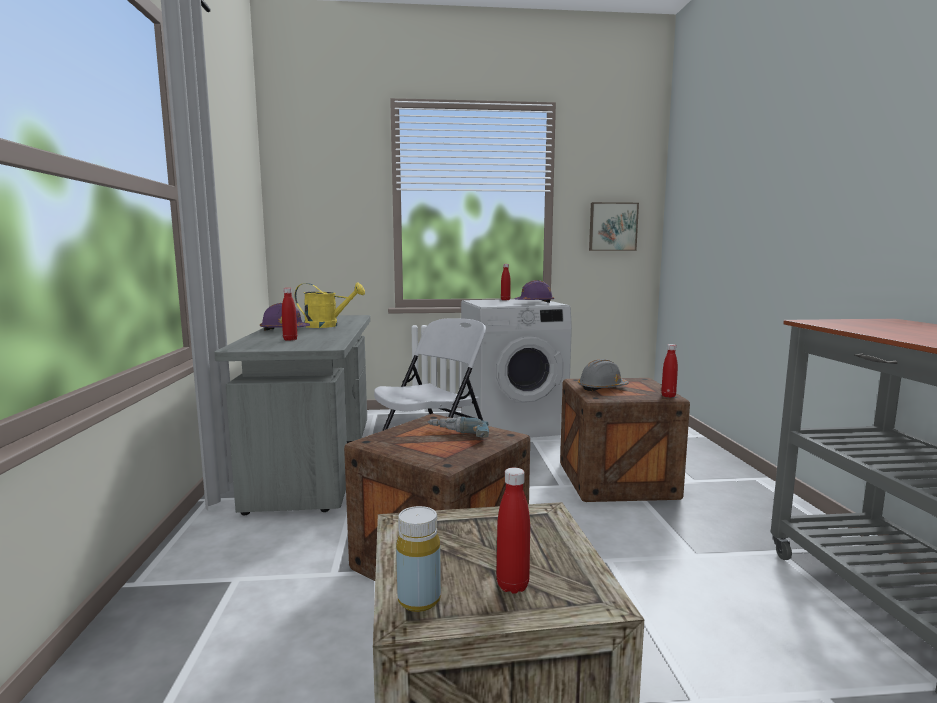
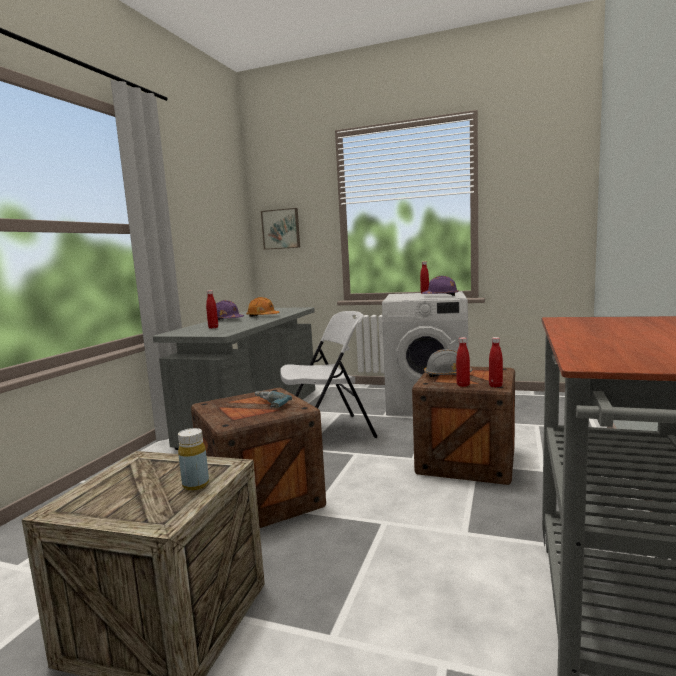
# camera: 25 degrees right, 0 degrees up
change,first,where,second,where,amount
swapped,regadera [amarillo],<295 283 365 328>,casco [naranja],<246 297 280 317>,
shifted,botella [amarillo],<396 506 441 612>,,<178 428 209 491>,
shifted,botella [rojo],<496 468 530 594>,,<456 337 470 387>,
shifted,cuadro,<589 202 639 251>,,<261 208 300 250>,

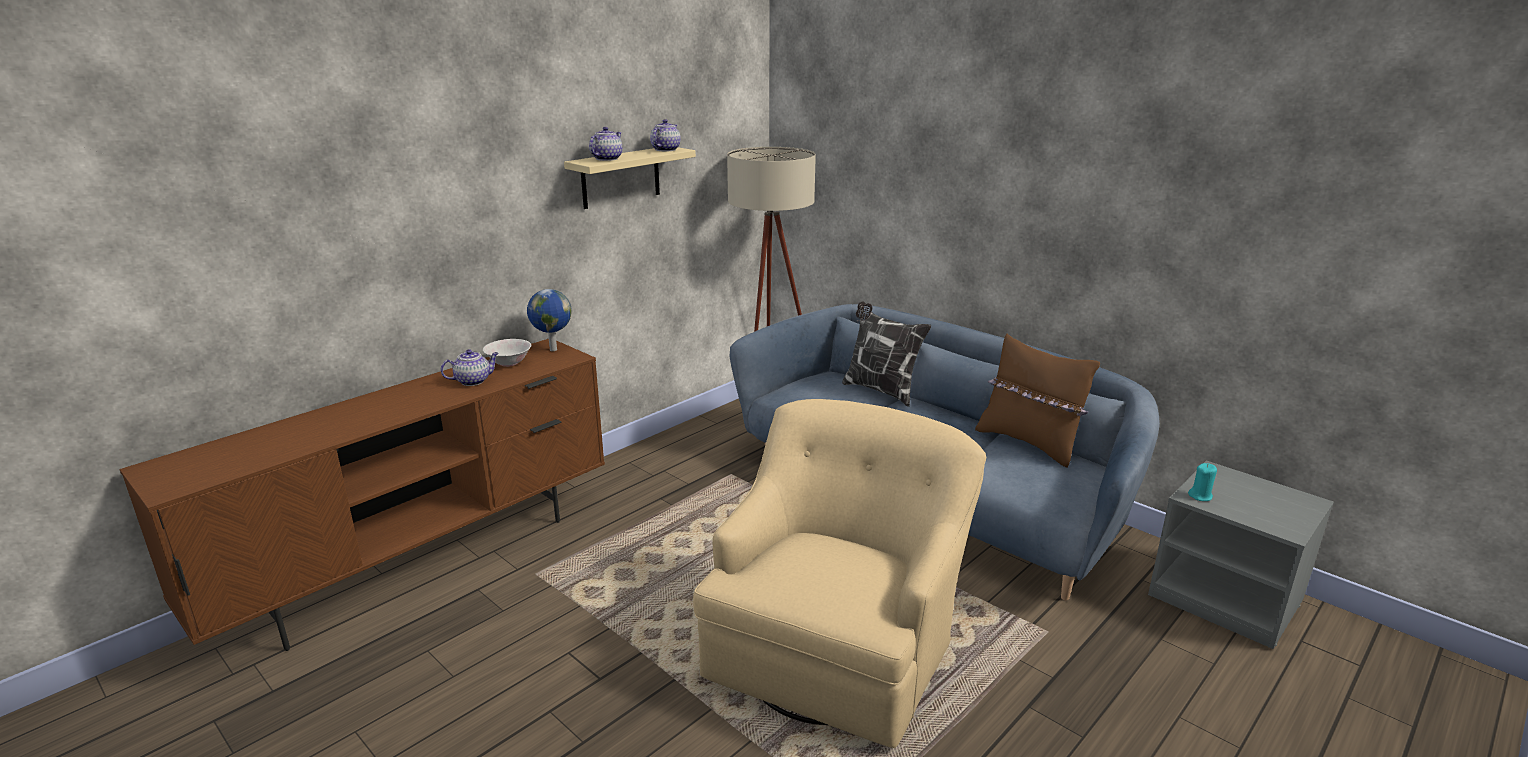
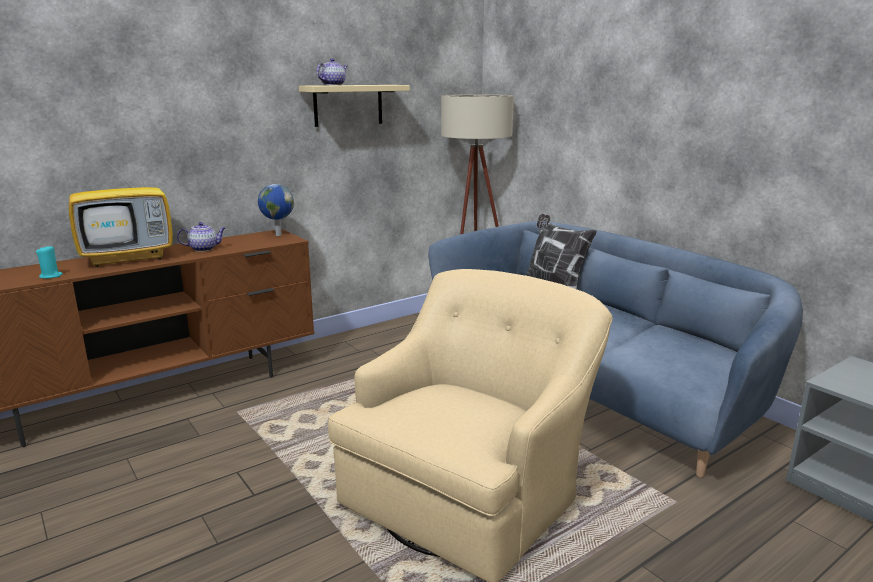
# camera: 10 degrees right, 5 degrees down
change,first,where,second,where,amount
gone,cuenco [blanco],<483 339 531 367>,,,
gone,tetera,<650 119 681 151>,,,
gone,cojín [marrón],<975 334 1100 468>,,,
shifted,vela [turquesa],<1188 463 1217 501>,,<36 245 63 279>,
new,,,televisor,<69 143 173 267>,

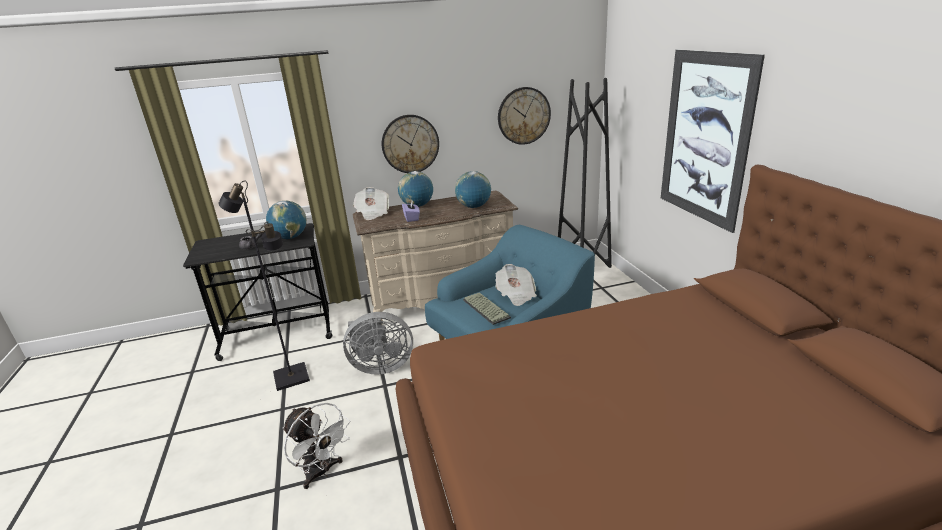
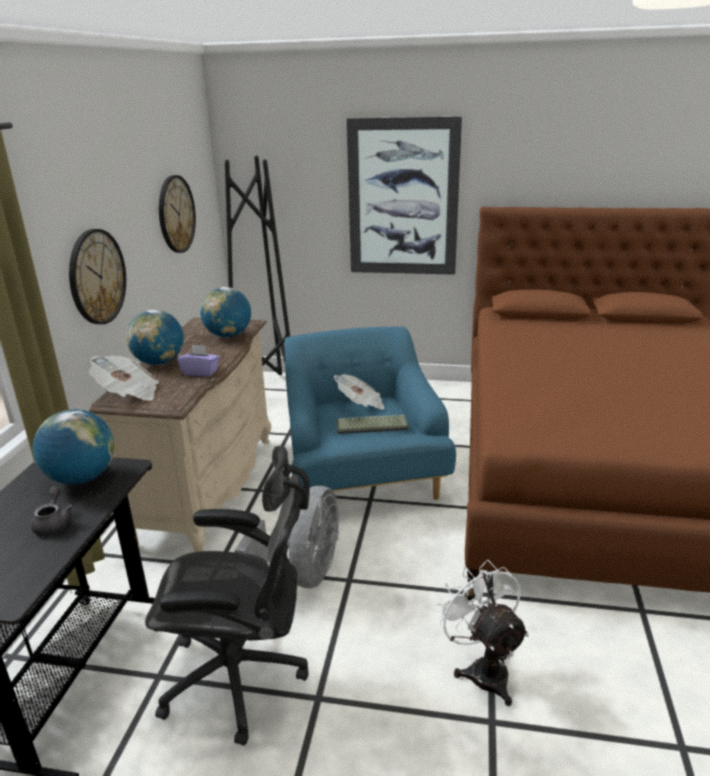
# camera: 65 degrees left, 0 degrees up
change,first,where,second,where,amount
swapped,lámpara de pie [negro],<218 181 310 391>,silla de oficina,<145 446 310 746>,
rotated,ventilador [blanco],<283 403 350 489>,,<434 560 529 706>,90 degrees counterclockwise

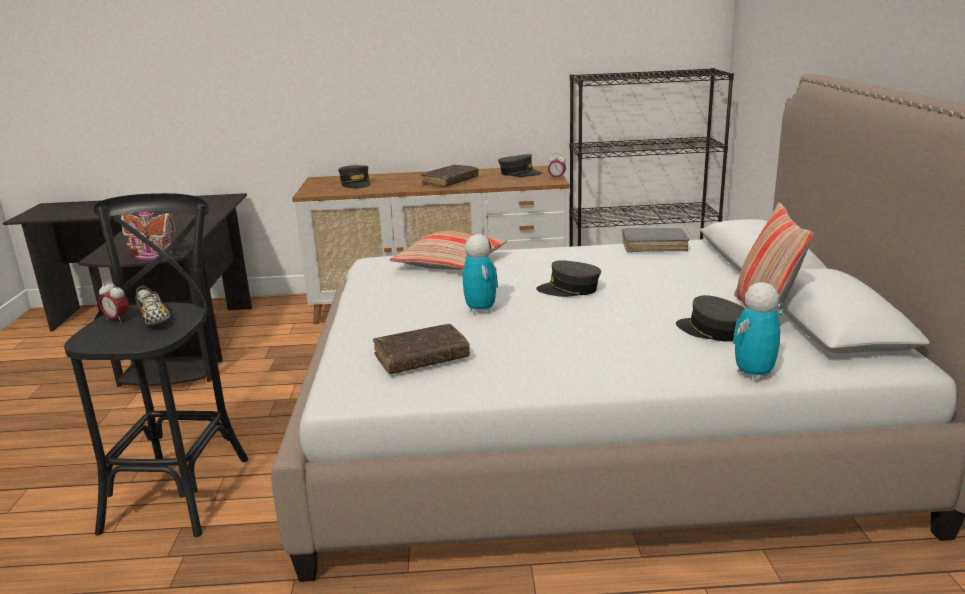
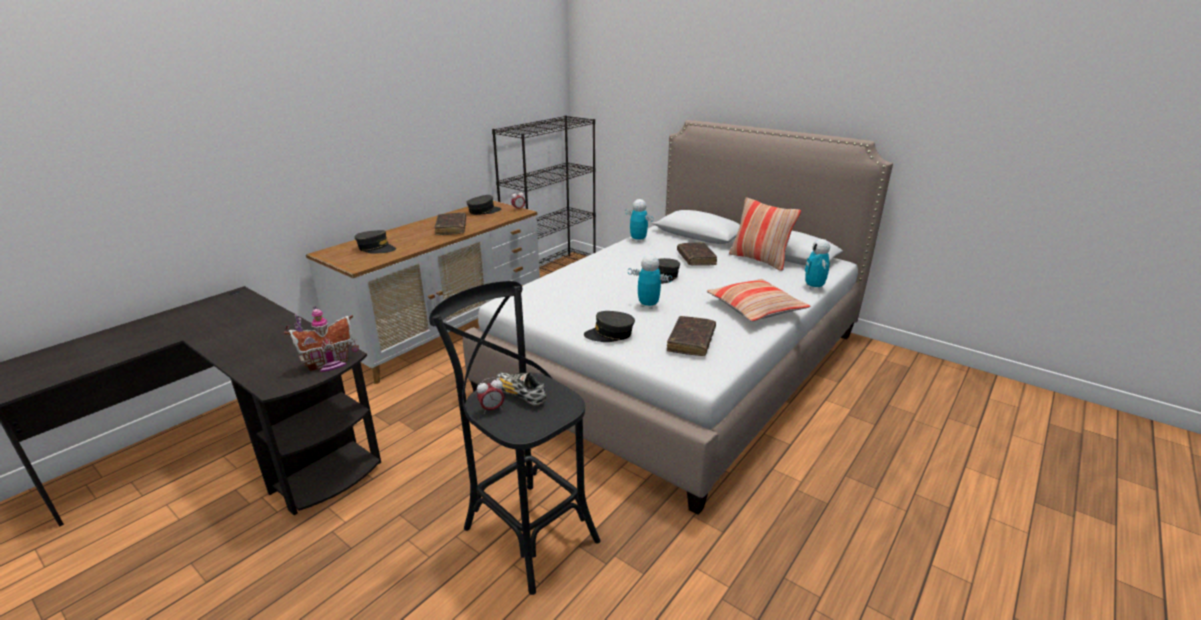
# camera: 50 degrees left, 5 degrees up
change,first,where,second,where,amount
rotated,zapato,<135 286 170 325>,,<496 373 546 406>,150 degrees counterclockwise
shifted,cojín,<390 231 507 270>,,<707 279 810 322>,
swapped,libro [gris],<622 228 689 252>,robot de juguete,<625 199 654 242>,
shifted,gorra [gris],<676 295 745 342>,,<584 311 635 342>,
new,,,libro [marrón],<677 242 717 266>,

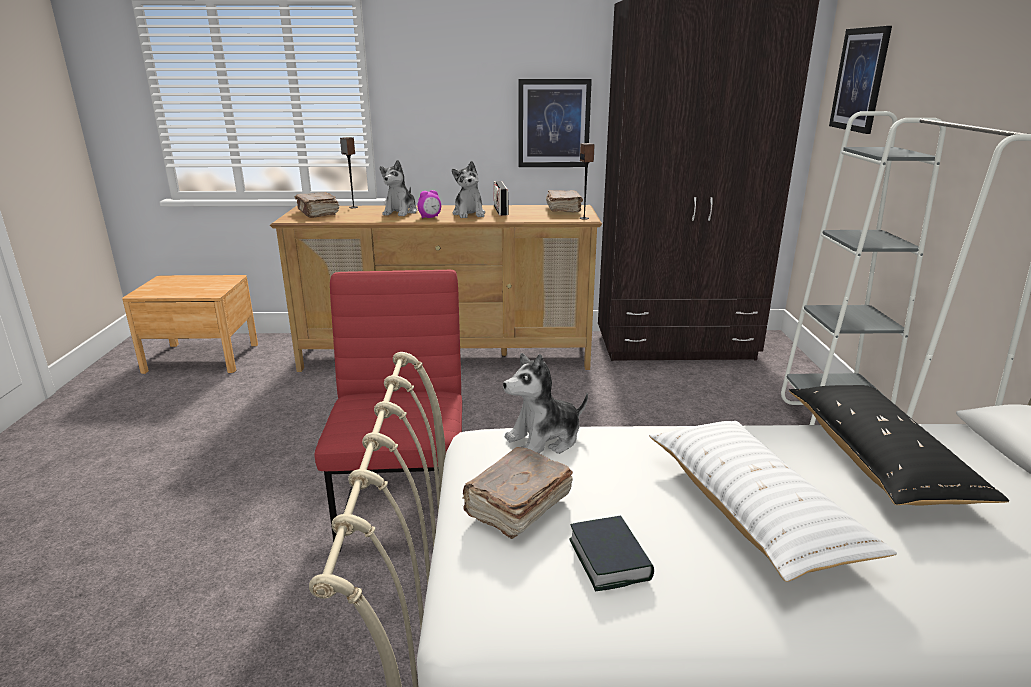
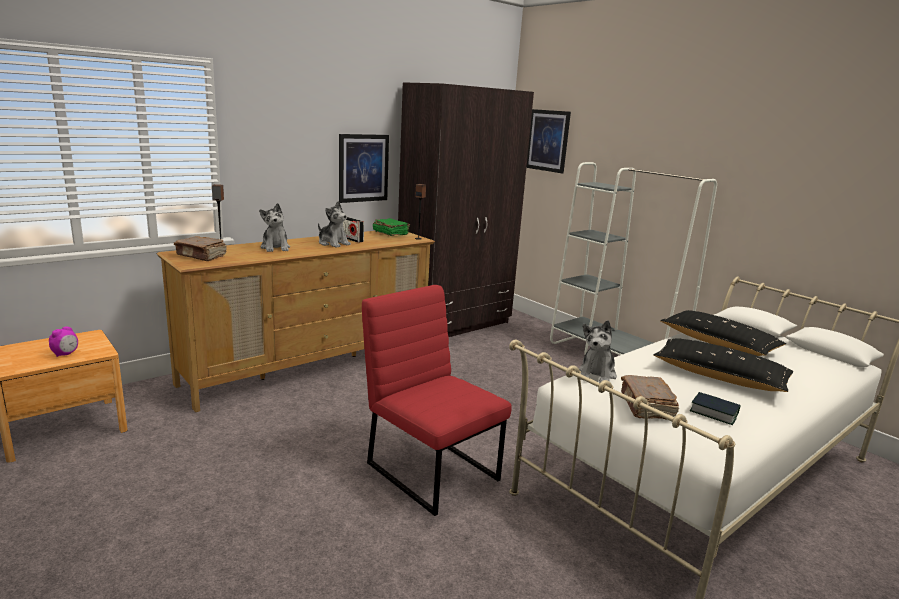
# camera: 40 degrees left, 5 degrees down
change,first,where,second,where,amount
shifted,despertador,<417 190 441 218>,,<49 327 78 357>,
repainted,libro [marrón],<546 190 583 213>,libro [verde],<373 218 410 236>,
repainted,cojín [blanco],<649 421 897 582>,cojín [negro],<654 338 793 392>,

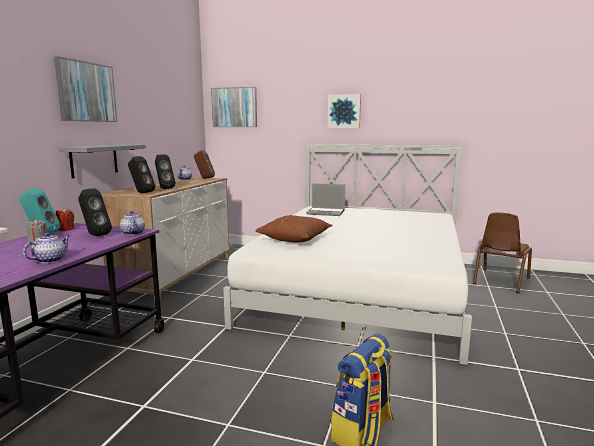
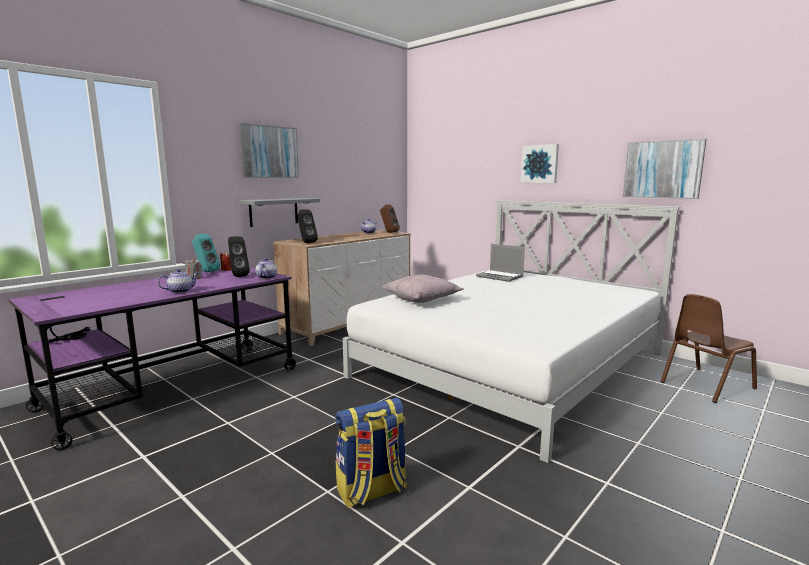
# camera: 25 degrees right, 0 degrees up
change,first,where,second,where,amount
gone,altavoz [negro],<155 155 175 189>,,,
shifted,cuadro,<211 87 257 127>,,<623 139 707 199>,
repainted,cojín [marrón],<256 215 333 242>,cojín [morado],<382 274 464 303>,

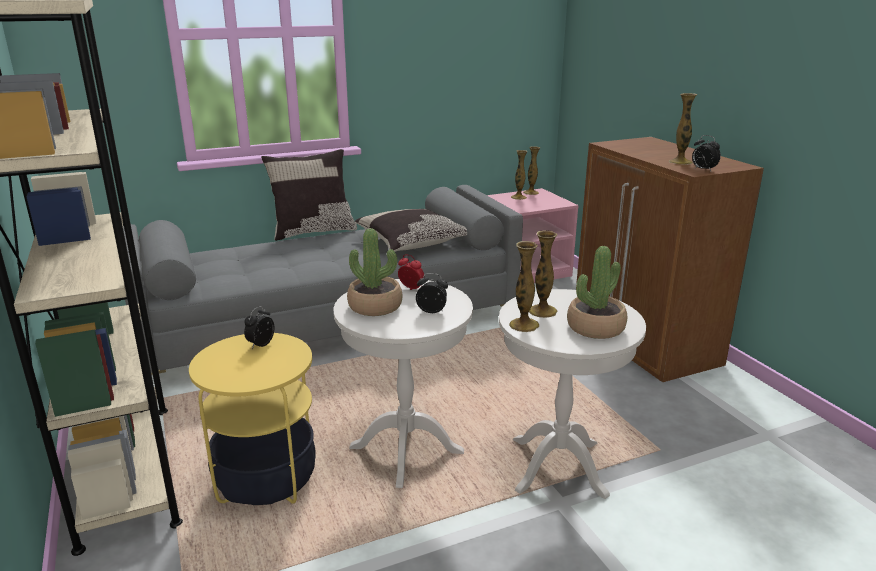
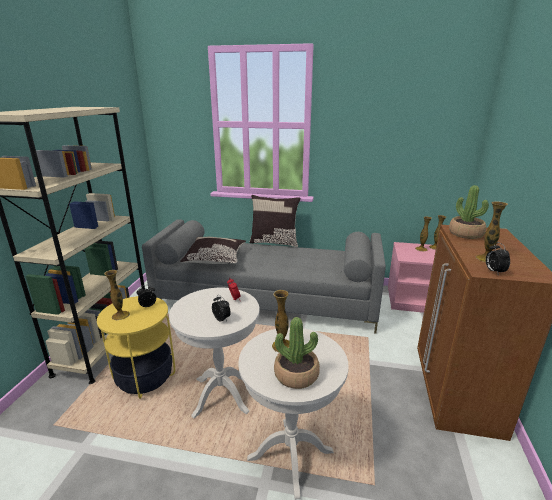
# camera: 35 degrees right, 0 degrees up
change,first,where,second,where,amount
shifted,planta en maceta,<347 228 402 316>,,<449 185 489 239>,
shifted,cojín,<354 209 468 252>,,<180 237 246 264>,
shifted,florero,<509 241 539 332>,,<104 270 130 320>,

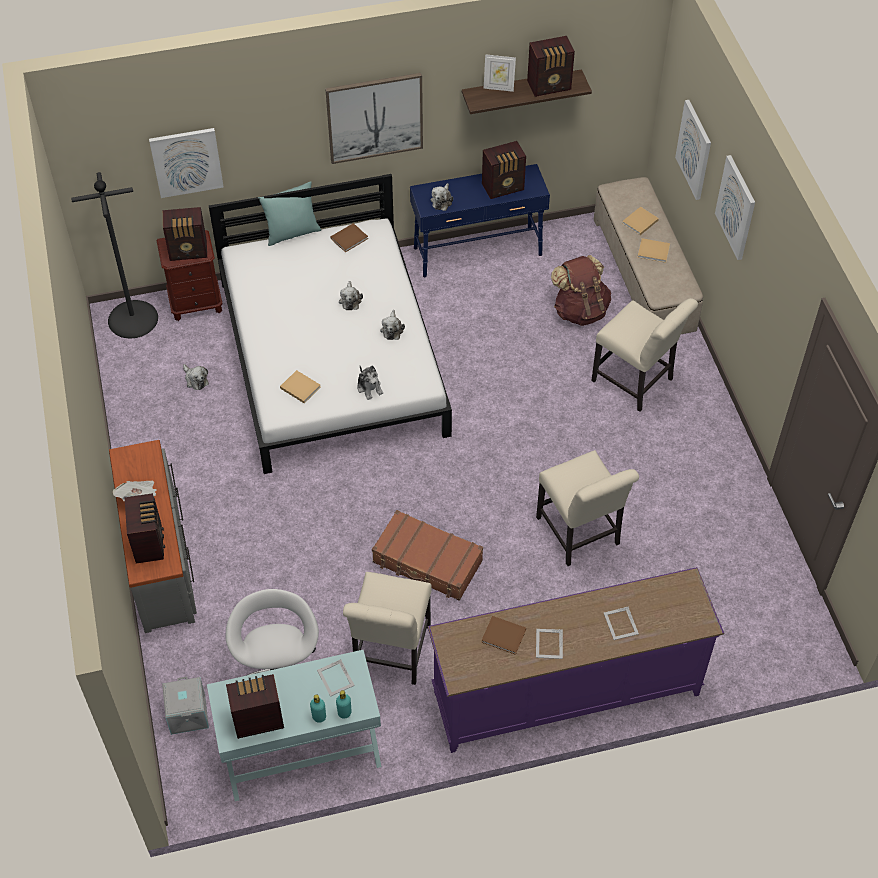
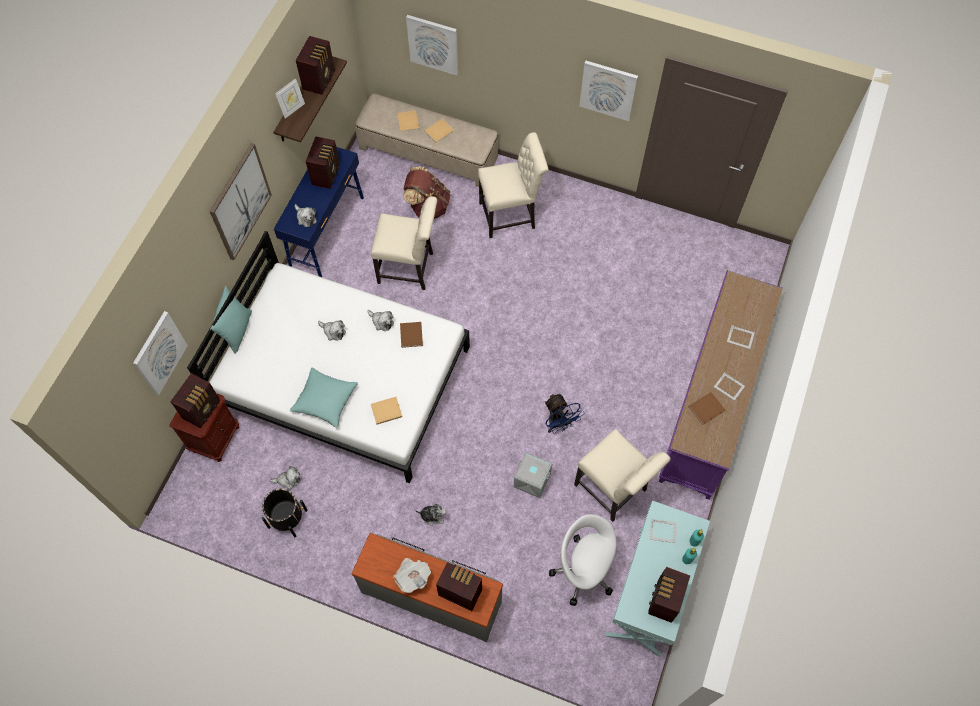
# camera: 55 degrees left, 10 degrees up
change,first,where,second,where,amount
gone,perchero [negro],<71 172 158 338>,,,
shifted,caja de almacenaje [gris],<162 677 209 735>,,<514 453 552 498>,
shifted,libro [marrón],<331 223 368 252>,,<400 322 423 348>,
shifted,peluche,<357 366 383 400>,,<416 504 446 526>,
swapped,maleta [marrón],<372 510 483 601>,ventilador [azul],<545 394 584 434>,
shifted,silla [beis],<536 450 639 566>,,<371 196 437 290>,
shifted,cuadro,<715 155 755 260>,,<579 61 638 121>,
new,,,maceta [negro],<262 488 308 537>,
new,,,cojín [turquesa],<290 367 358 428>,

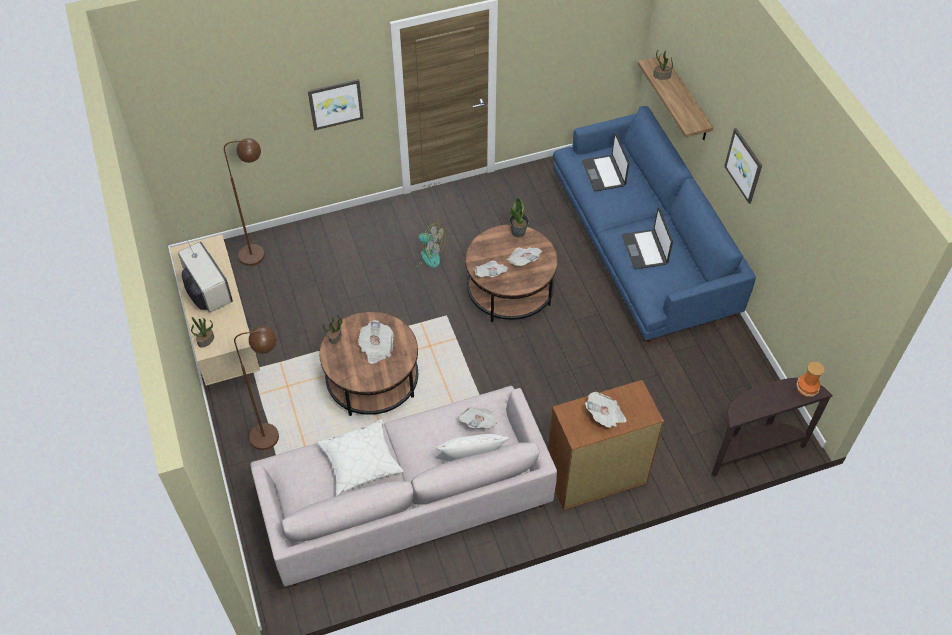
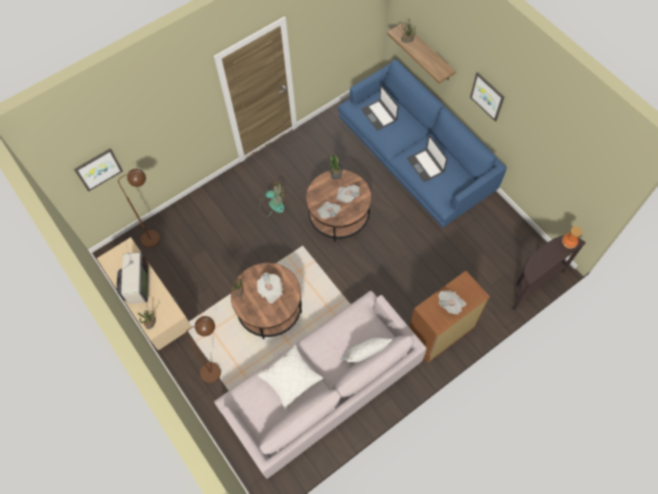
# camera: 15 degrees left, 10 degrees up
change,first,where,second,where,amount
rotated,televisor,<178 226 233 312>,,<117 241 149 304>,45 degrees clockwise
shifted,cuadro,<308 79 364 131>,,<74 148 123 192>,
gone,periódico,<459 407 497 428>,,,

